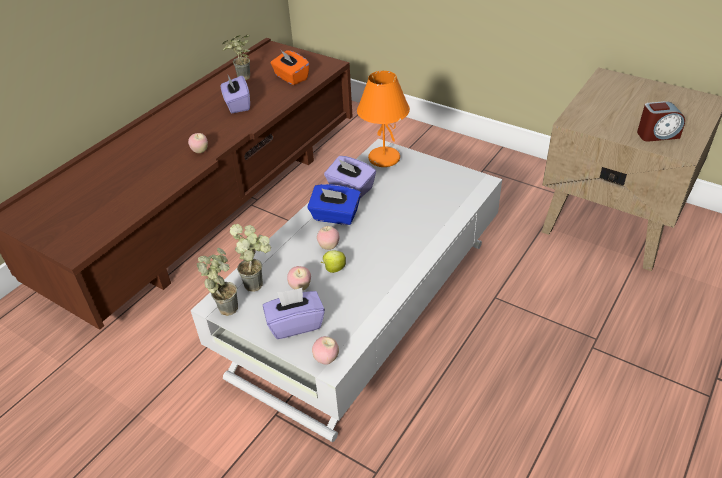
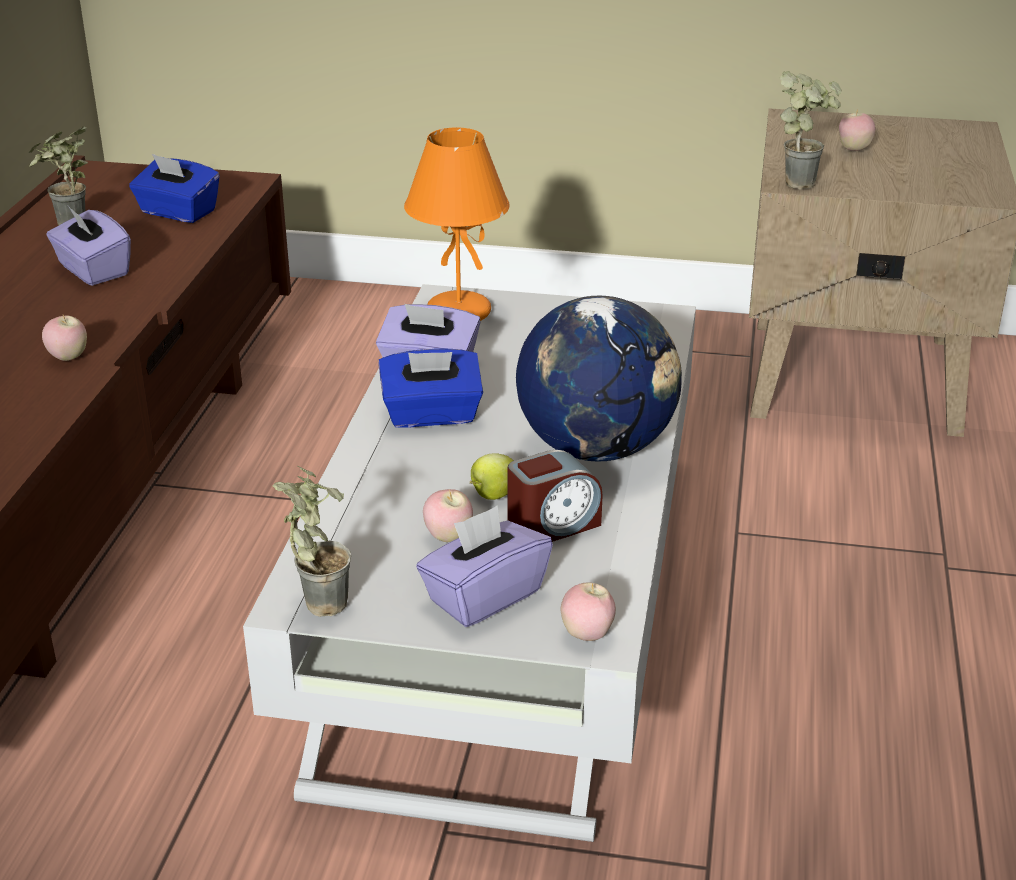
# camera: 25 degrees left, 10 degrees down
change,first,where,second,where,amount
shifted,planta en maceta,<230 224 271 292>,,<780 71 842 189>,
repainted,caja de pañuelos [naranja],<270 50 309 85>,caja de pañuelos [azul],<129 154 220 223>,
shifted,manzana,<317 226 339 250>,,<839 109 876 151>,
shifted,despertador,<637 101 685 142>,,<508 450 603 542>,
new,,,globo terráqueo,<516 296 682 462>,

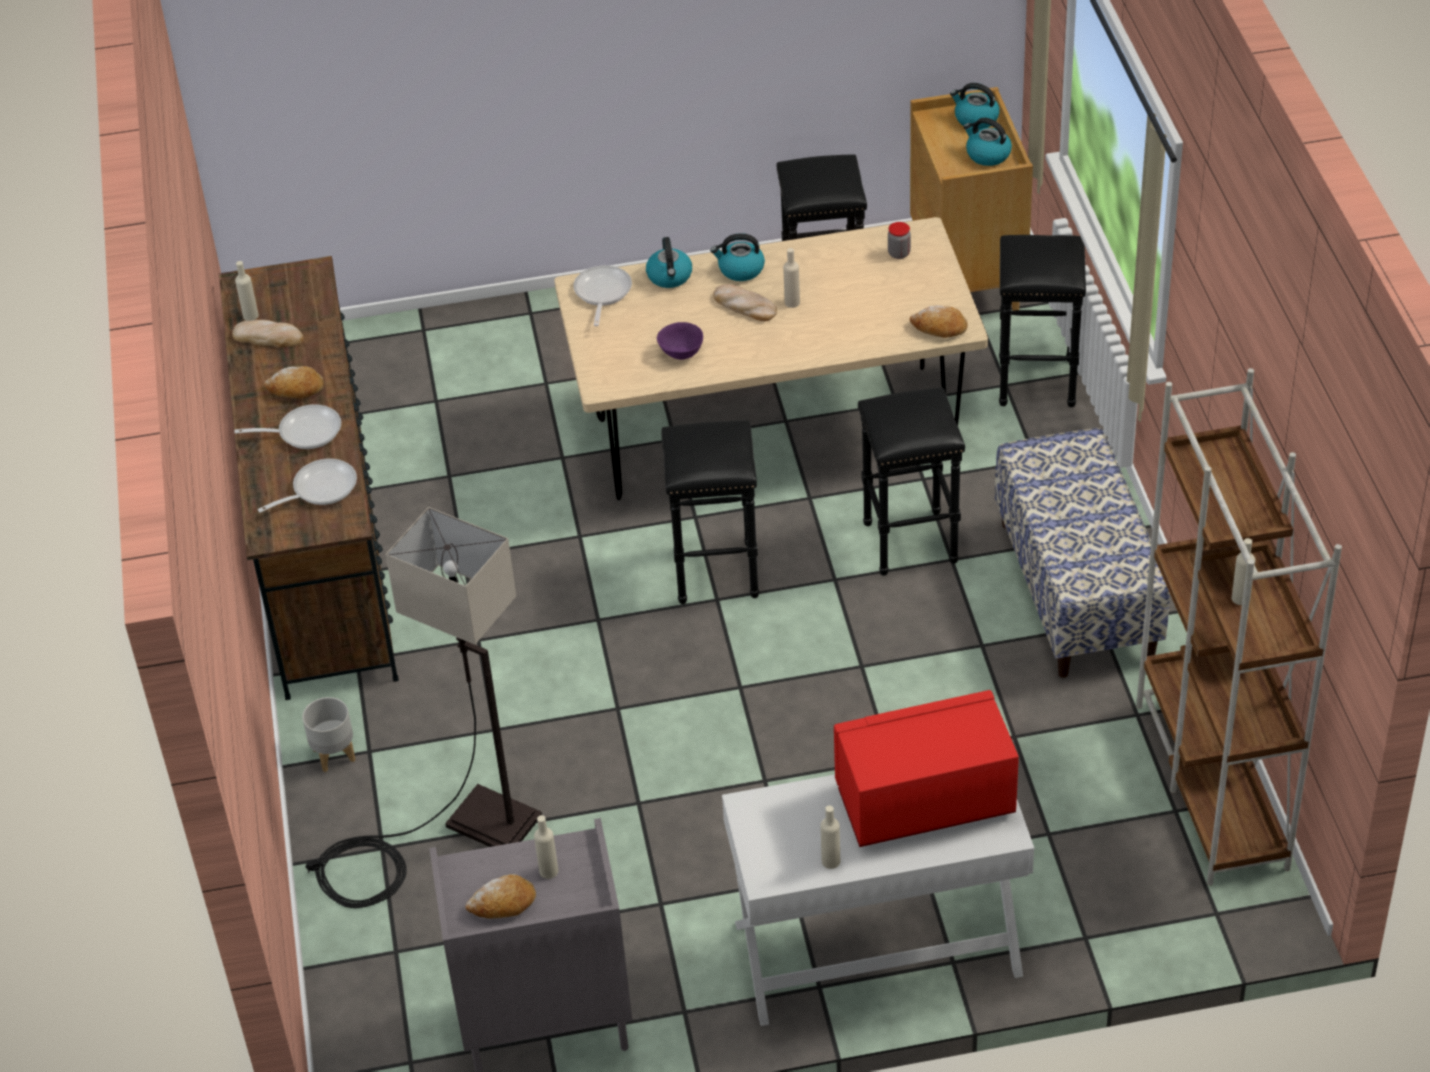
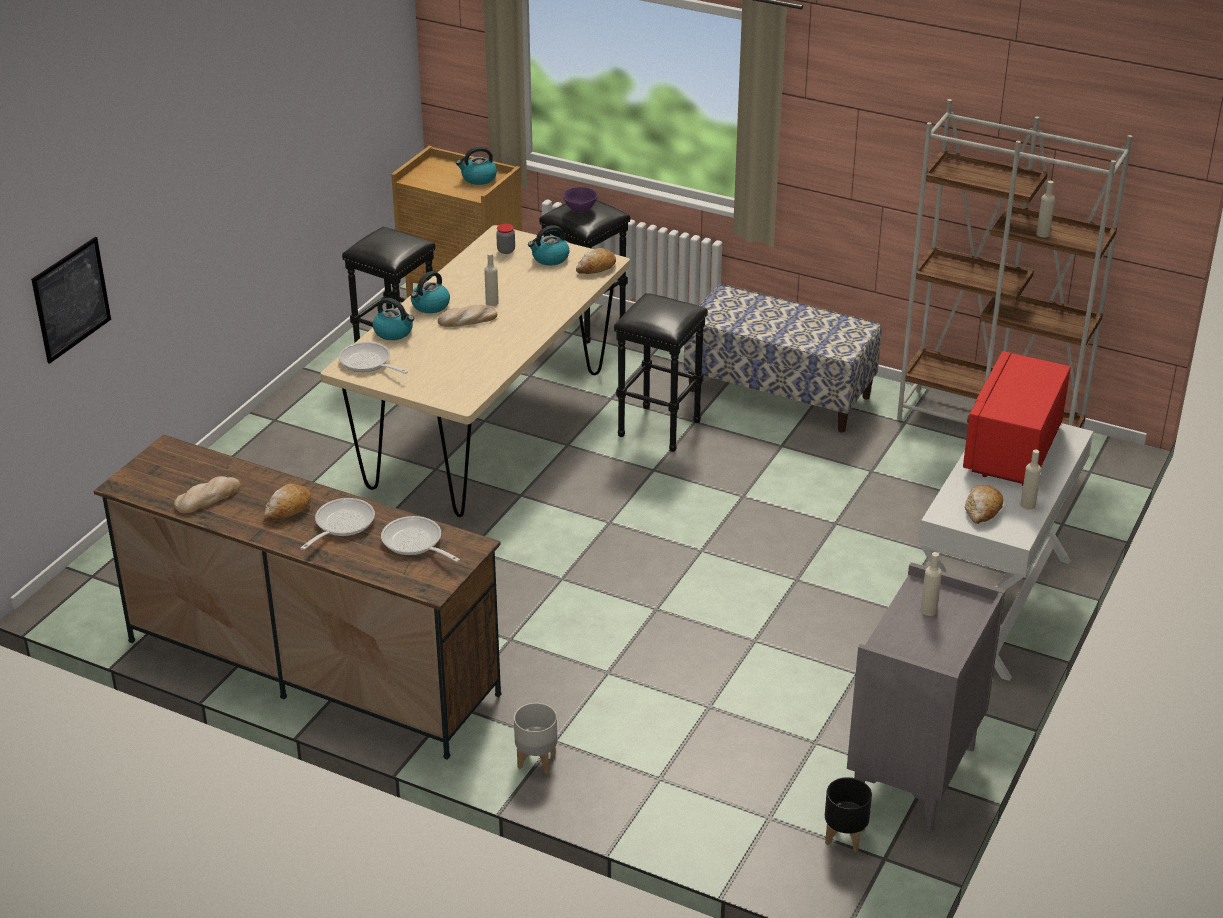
# camera: 55 degrees left, 10 degrees down
change,first,where,second,where,amount
gone,botella [beis],<235 261 259 321>,,,
rotated,sartén,<258 459 357 513>,,<381 516 460 562>,45 degrees counterclockwise
gone,lámpara de pie,<306 507 542 908>,,,
shifted,pan,<465 874 536 919>,,<965 485 1003 524>,
shifted,cuenco [morado],<657 322 703 360>,,<563 187 598 212>,
gone,taburete [negro],<661 420 759 604>,,,
shifted,hervidor,<950 83 1000 130>,,<528 225 569 265>,
new,,,cuadro,<31 237 111 364>,
new,,,maceta [negro],<825 777 872 852>,

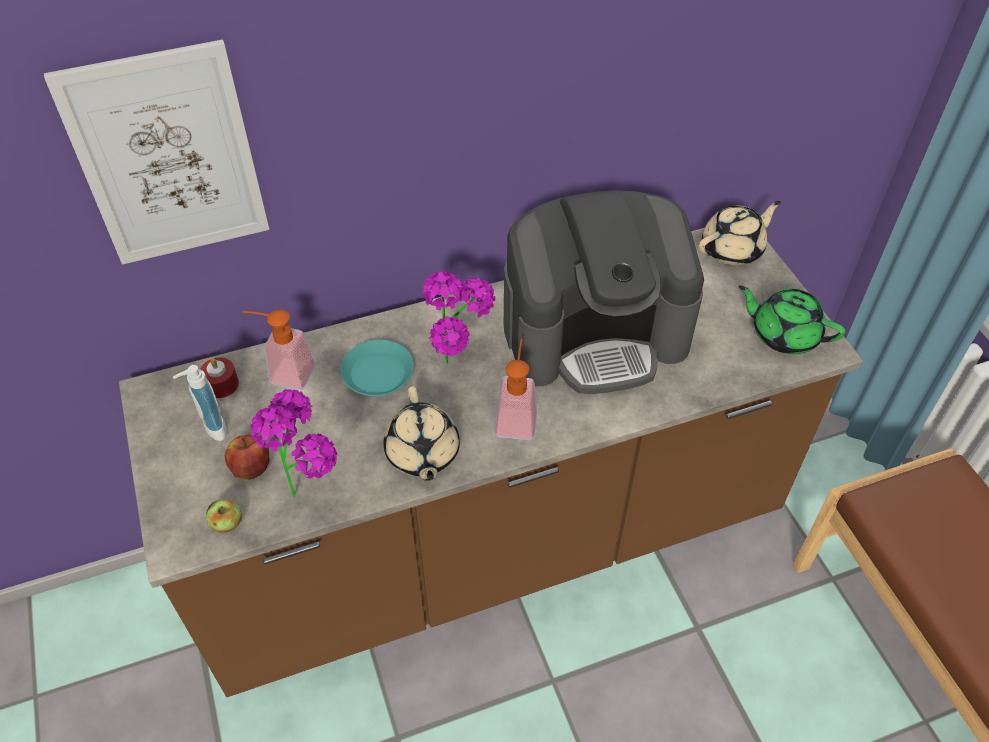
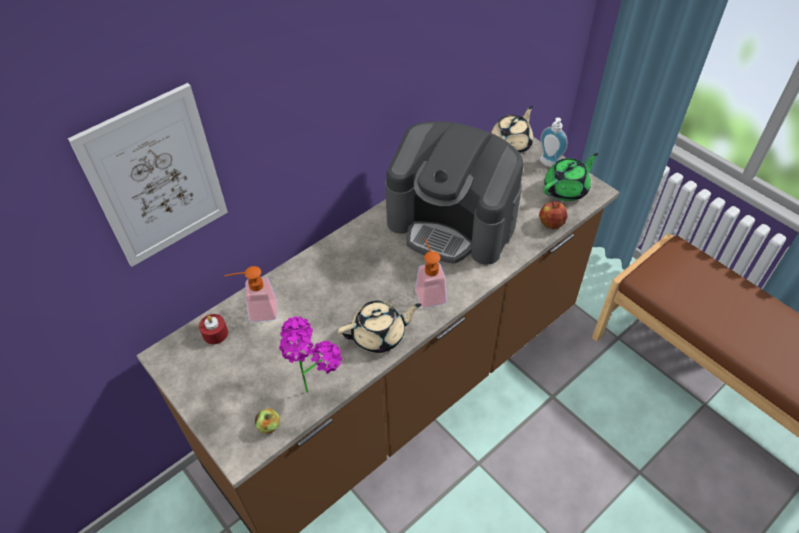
# camera: 20 degrees left, 0 degrees up
change,first,where,second,where,amount
shifted,dispensador de jabón,<173 365 227 441>,,<540 118 568 167>,
shifted,manzana,<225 434 269 480>,,<539 201 568 229>,
gone,plato [turquesa],<340 340 414 396>,,,
rotated,tetera [beis],<384 386 460 481>,,<338 300 422 353>,75 degrees counterclockwise
gone,planta en maceta,<422 271 496 364>,,,
rotated,cafetera,<504 190 704 394>,,<385 121 524 265>,60 degrees clockwise
rotated,tetera [verde],<738 285 845 354>,,<543 153 598 201>,135 degrees clockwise

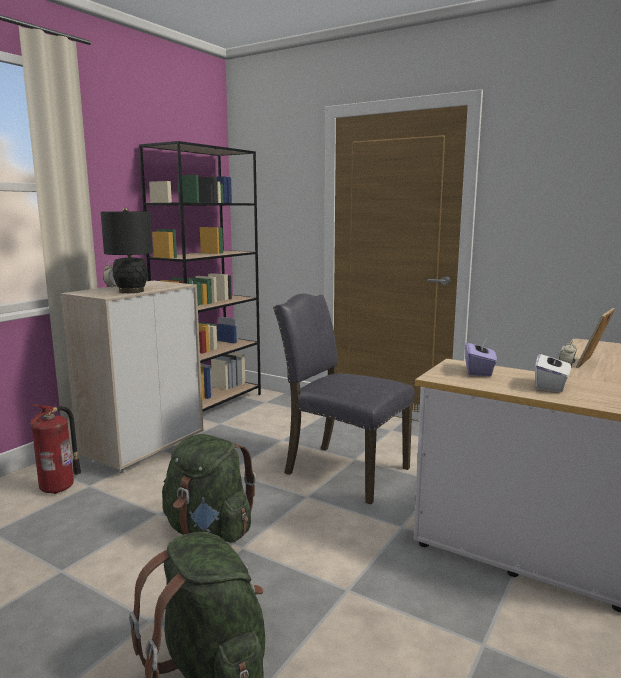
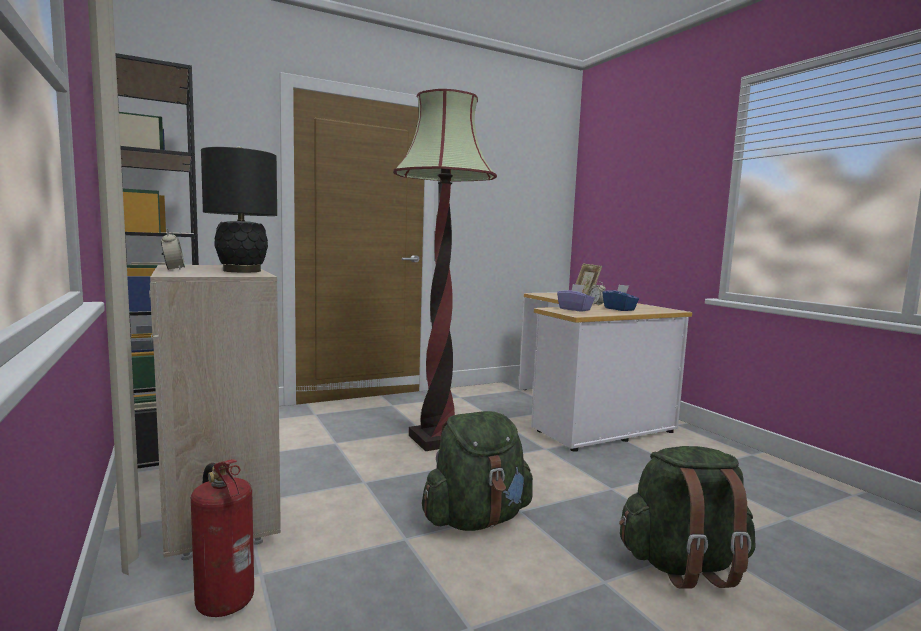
# camera: 60 degrees left, 5 degrees down
change,first,where,second,where,amount
swapped,silla [gris],<273 293 415 504>,lámpara de pie,<393 89 497 451>,
repainted,caja de pañuelos [blanco],<535 350 571 392>,caja de pañuelos [azul],<603 285 639 311>,

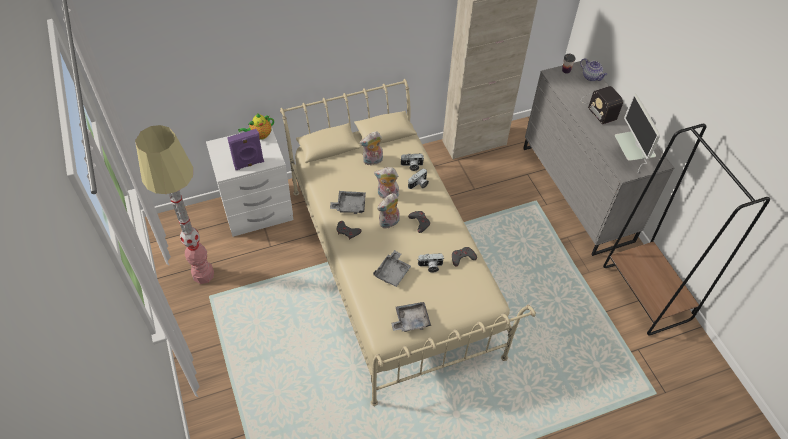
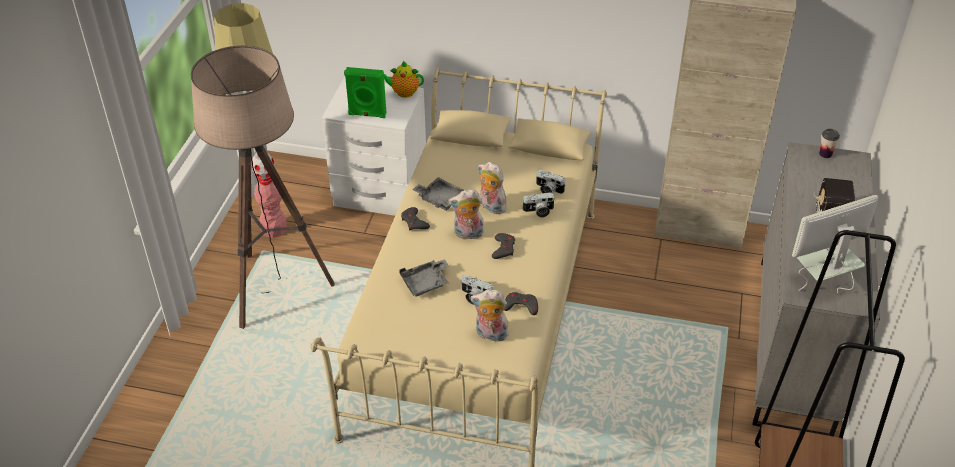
# camera: 35 degrees right, 10 degrees down
change,first,where,second,where,amount
repainted,altavoz [morado],<227 129 264 170>,altavoz [verde],<344 67 386 118>,
shifted,peluche,<360 131 383 166>,,<470 290 510 341>,
gone,bandeja [gris],<391 302 431 332>,,,
gone,tetera,<580 58 608 81>,,,
rotated,monitor,<615 94 660 172>,,<792 195 879 293>,45 degrees clockwise
new,,,lámpara de pie,<191 46 334 329>,

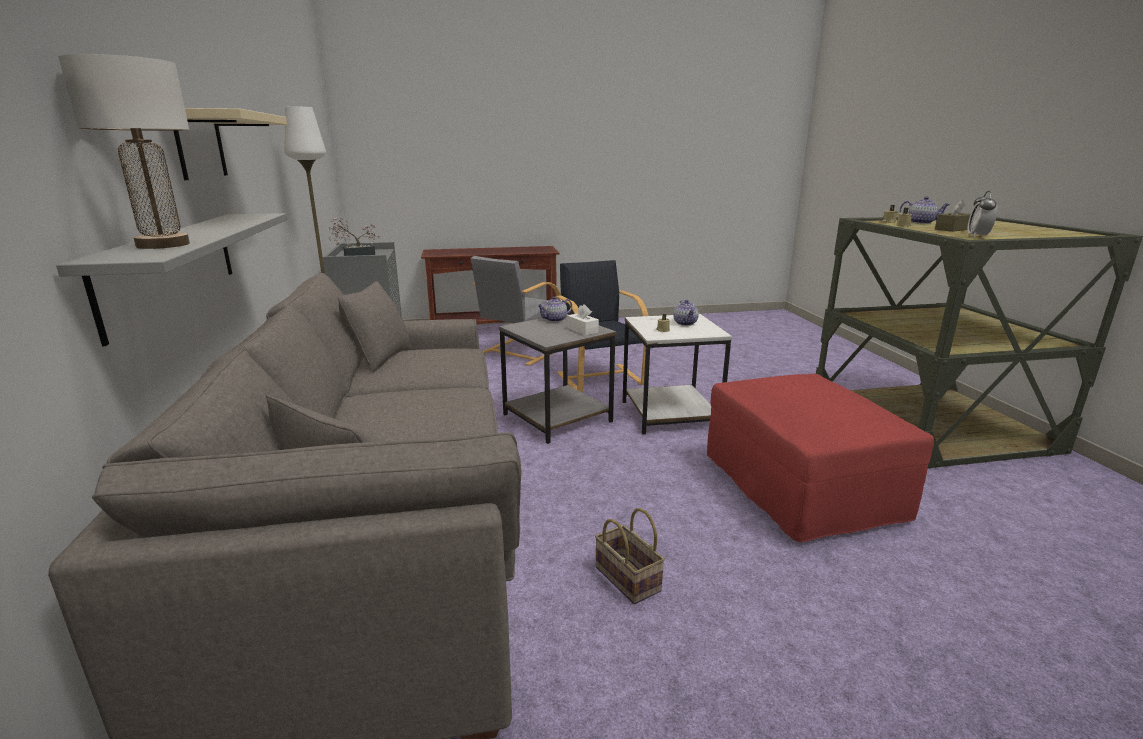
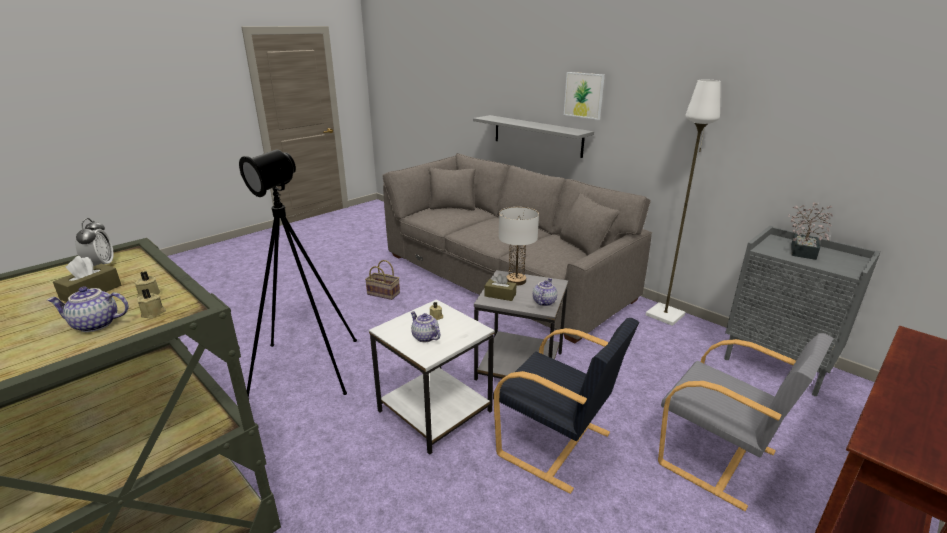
# camera: 145 degrees right, 5 degrees up
change,first,where,second,where,amount
shifted,lámpara de mesa,<58 54 190 249>,,<499 207 539 286>,
swapped,estante [beis],<174 108 287 180>,cuadro,<564 72 605 120>,
rotated,sillón [gris],<471 256 561 366>,,<658 333 834 511>,135 degrees clockwise
repainted,caja de pañuelos [blanco],<567 304 599 336>,caja de pañuelos [marrón],<484 274 516 301>,
swapped,puf [rojo],<707 374 934 542>,lámpara de pie [negro],<239 150 357 398>,

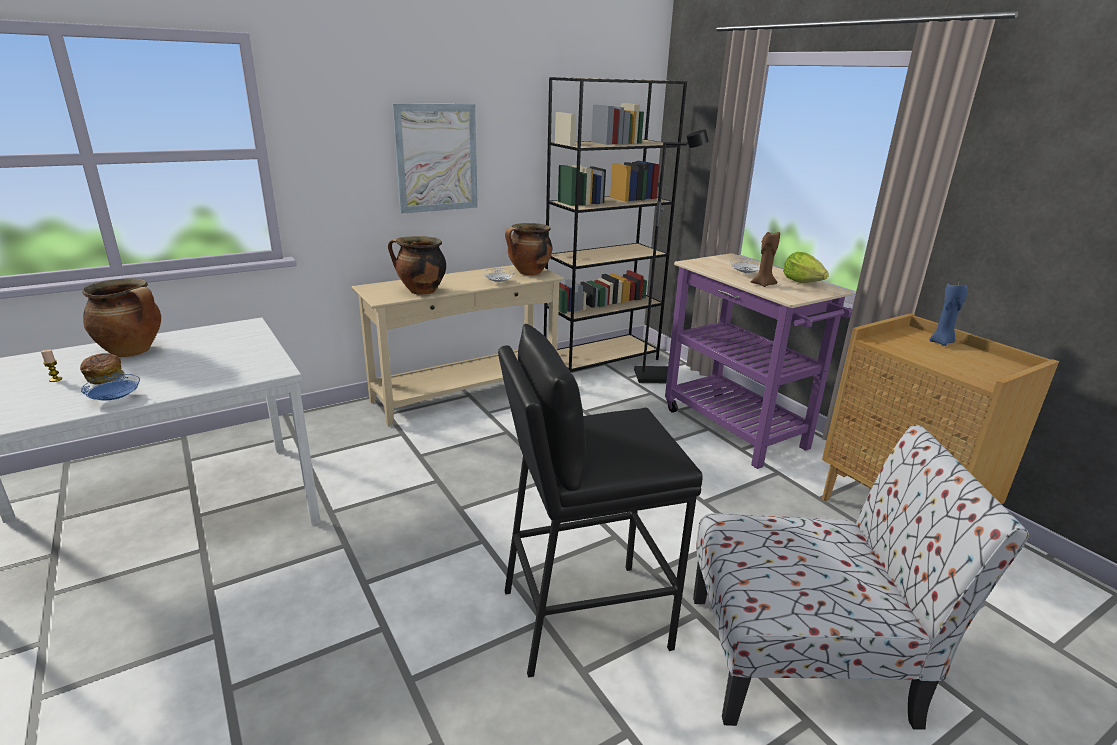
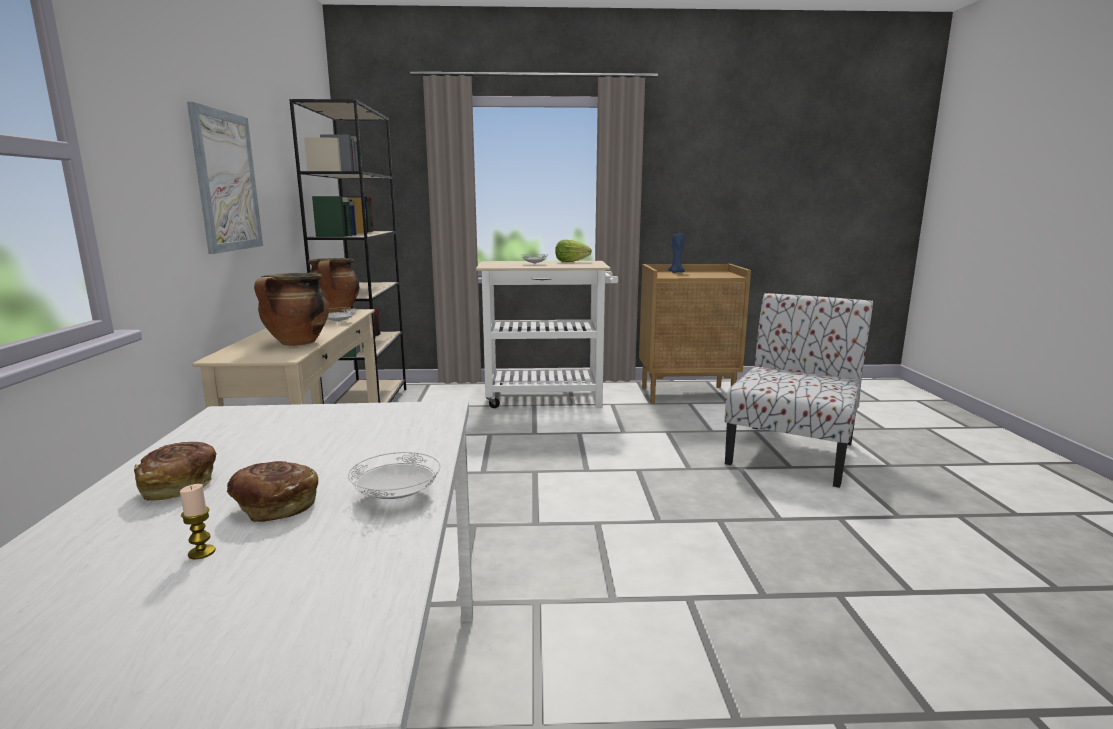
# camera: 60 degrees left, 10 degrees down
change,first,where,second,where,amount
repainted,plato [azul],<81 374 140 400>,plato [blanco],<348 452 440 499>,
swapped,olla,<82 278 161 357>,pan,<134 442 217 501>,
gone,taburete [negro],<498 324 703 678>,,,
gone,lámpara de pie [negro],<634 129 709 383>,,,
repainted,carrito [morado],<665 253 853 469>,carrito [blanco],<476 261 618 408>,
gone,vela [marrón],<751 232 780 287>,,,

